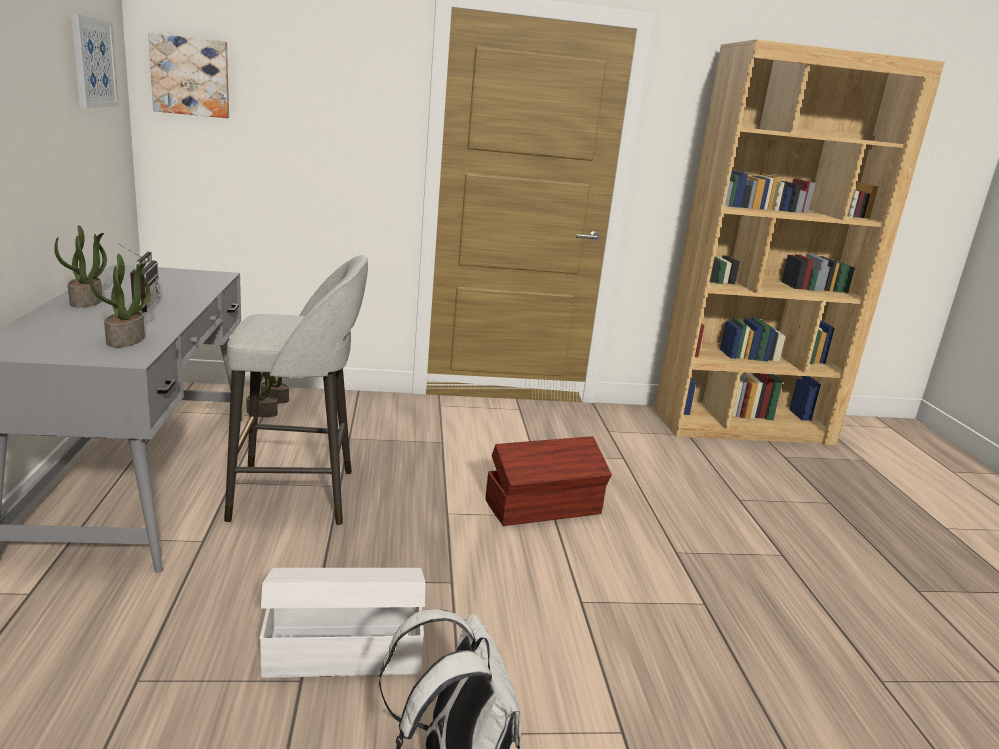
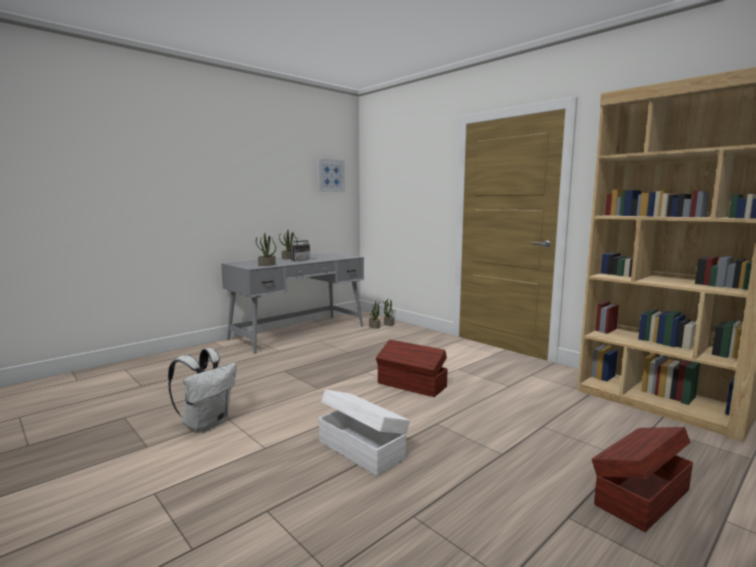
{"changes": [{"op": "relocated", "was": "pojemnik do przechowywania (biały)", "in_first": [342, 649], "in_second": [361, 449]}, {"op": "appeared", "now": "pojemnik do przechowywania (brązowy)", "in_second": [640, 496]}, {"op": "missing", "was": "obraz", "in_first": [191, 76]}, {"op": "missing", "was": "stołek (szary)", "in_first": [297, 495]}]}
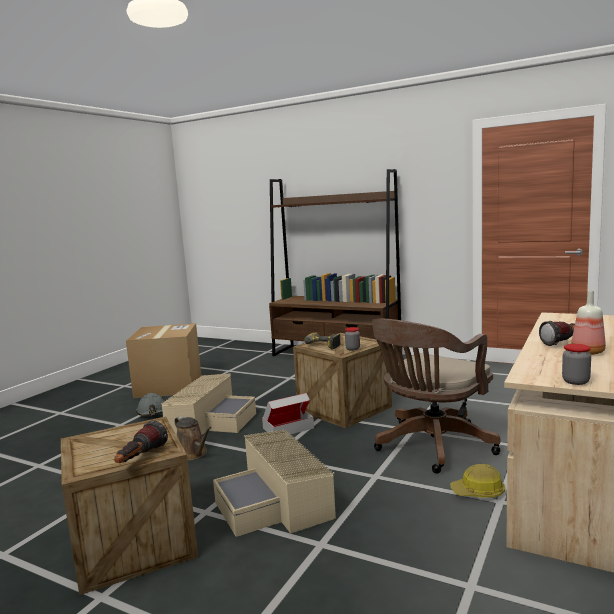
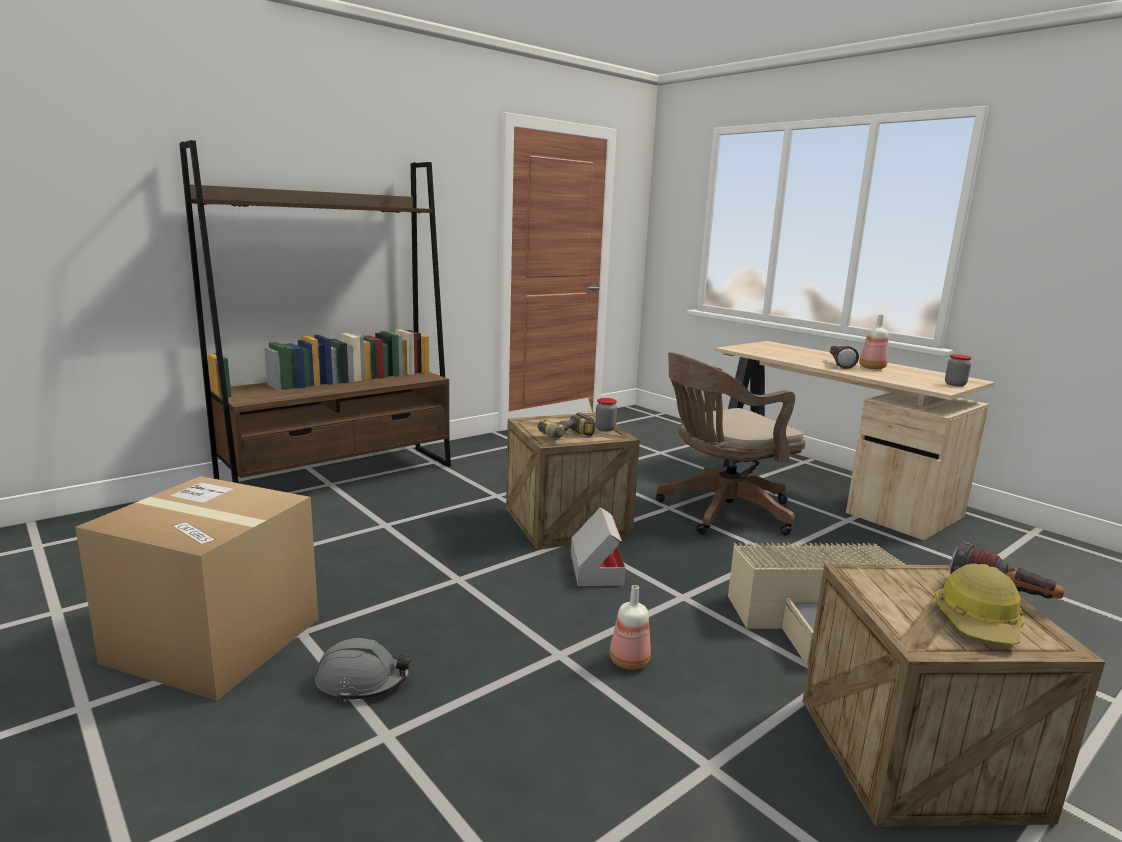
{"changes": [{"op": "exchanged", "was": "konewka (brązowy)", "now": "butelka", "in_first": [193, 454], "in_second": [628, 661]}, {"op": "spun", "was": "krzesło biurowe (brązowy)", "in_first": [431, 446], "in_second": [720, 512], "clockwise": 90}, {"op": "relocated", "was": "kask", "in_first": [478, 492], "in_second": [979, 623]}, {"op": "missing", "was": "pojemnik do przechowywania (beżowy)", "in_first": [211, 420]}]}
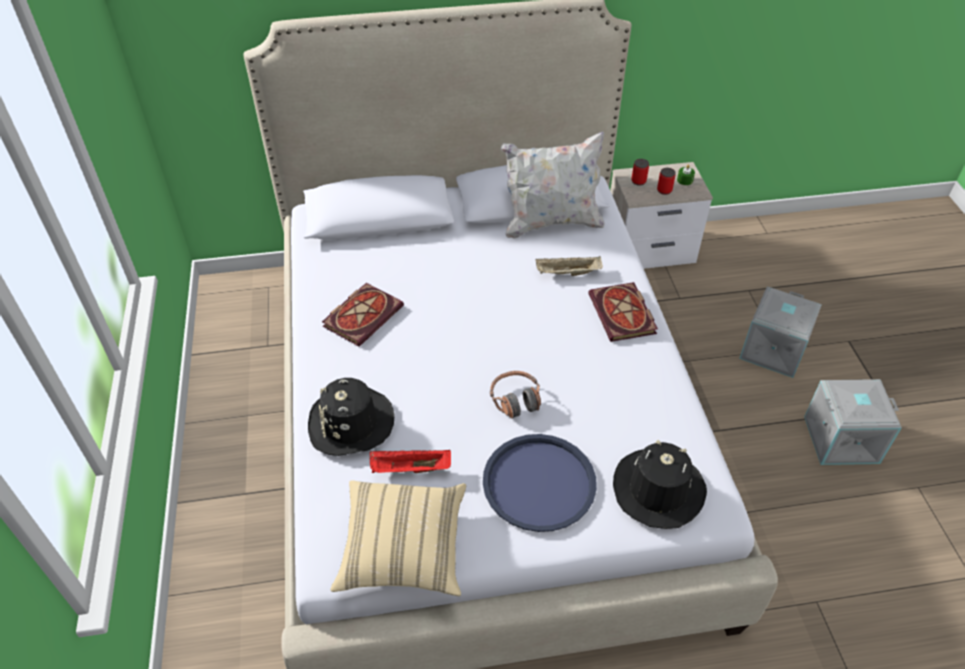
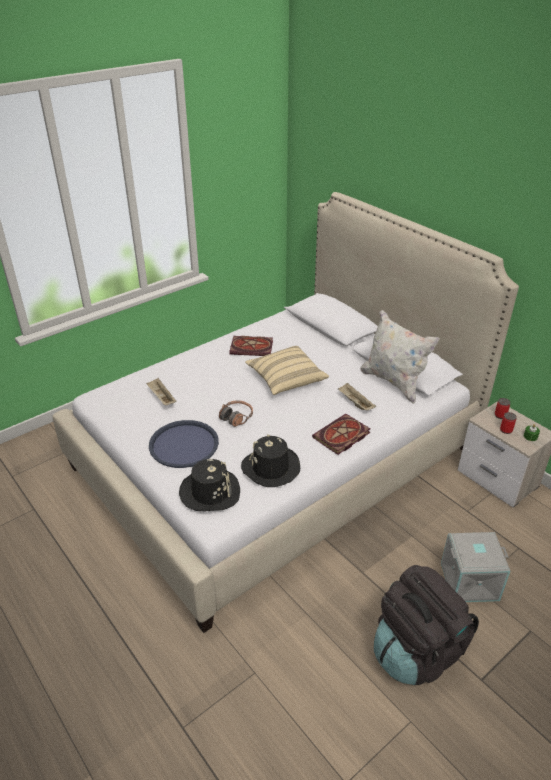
{"changes": [{"op": "colour", "was": "taca (czerwony)", "now": "taca (beżowy)", "in_first": [409, 469], "in_second": [161, 398]}, {"op": "relocated", "was": "kapelusz (czarny)", "in_first": [351, 423], "in_second": [270, 468]}, {"op": "relocated", "was": "poduszka (beżowy)", "in_first": [403, 548], "in_second": [286, 380]}, {"op": "exchanged", "was": "pojemnik do przechowywania (szary)", "now": "plecak (czarny)", "in_first": [841, 438], "in_second": [417, 651]}]}
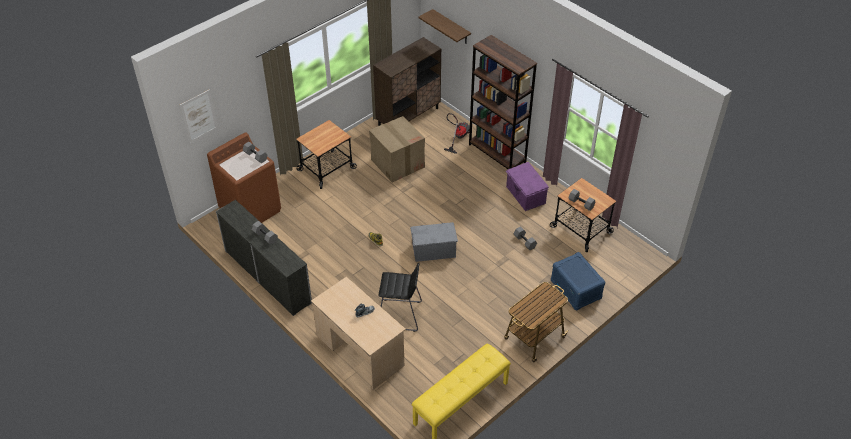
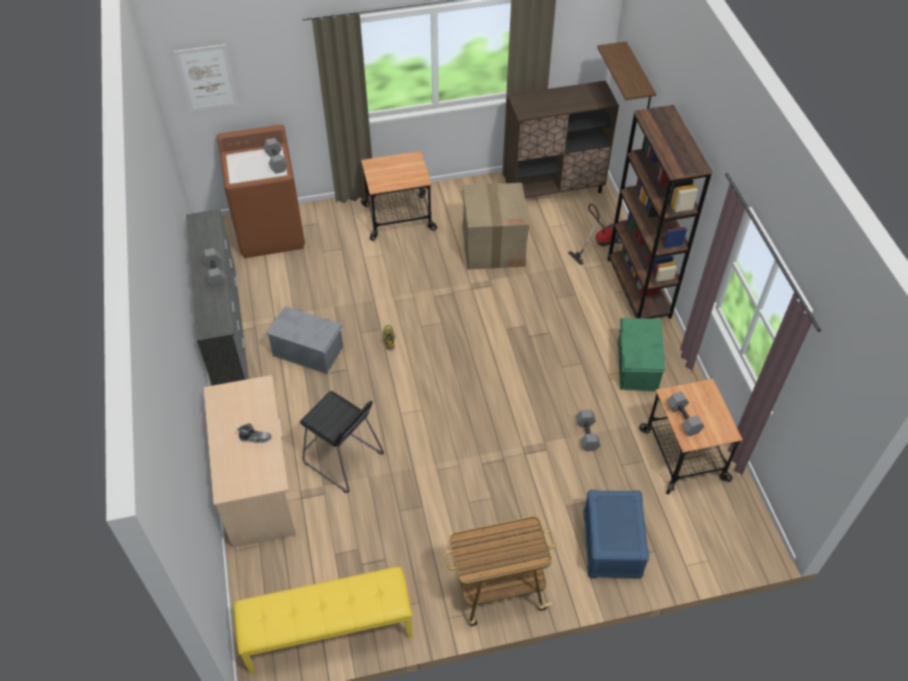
{"changes": [{"op": "relocated", "was": "pojemnik do przechowywania (szary)", "in_first": [433, 249], "in_second": [308, 350]}, {"op": "colour", "was": "pojemnik do przechowywania (fioletowy)", "now": "pojemnik do przechowywania (zielony)", "in_first": [525, 195], "in_second": [636, 366]}]}
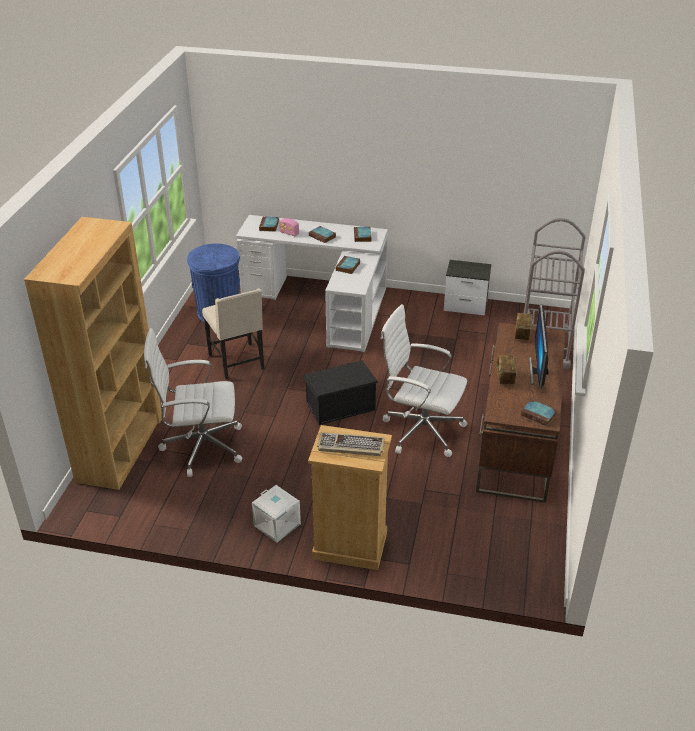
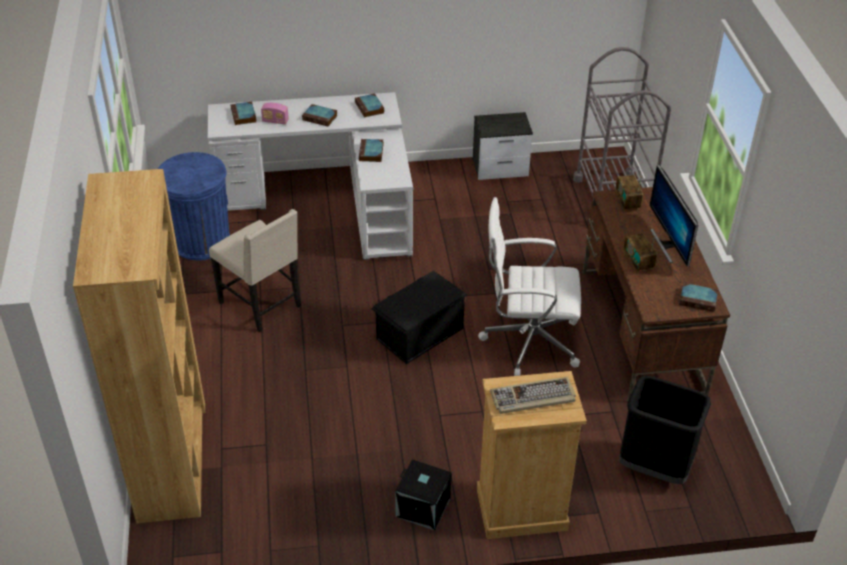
{"changes": [{"op": "colour", "was": "pojemnik do przechowywania (biały)", "now": "pojemnik do przechowywania (czarny)", "in_first": [276, 525], "in_second": [422, 508]}, {"op": "appeared", "now": "kosz na śmieci (czarny)", "in_second": [654, 468]}, {"op": "missing", "was": "krzesło biurowe (biały)", "in_first": [200, 447]}]}
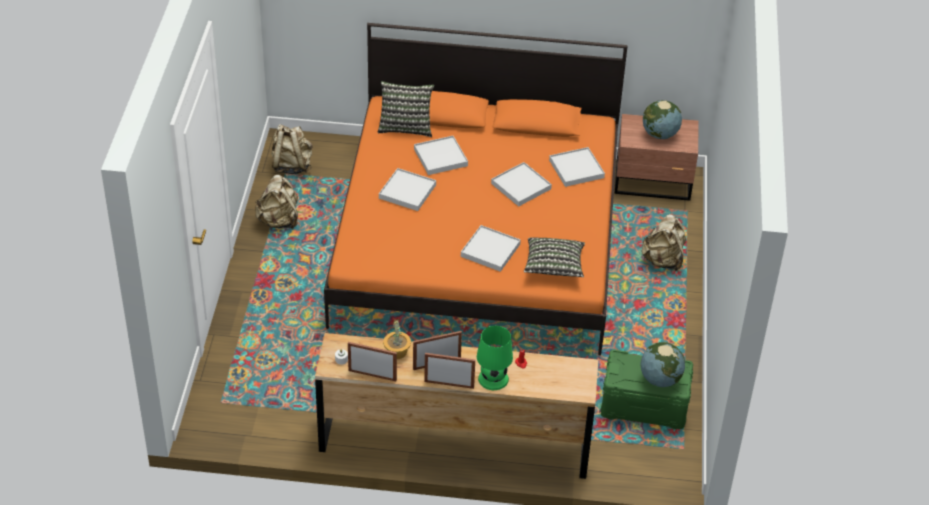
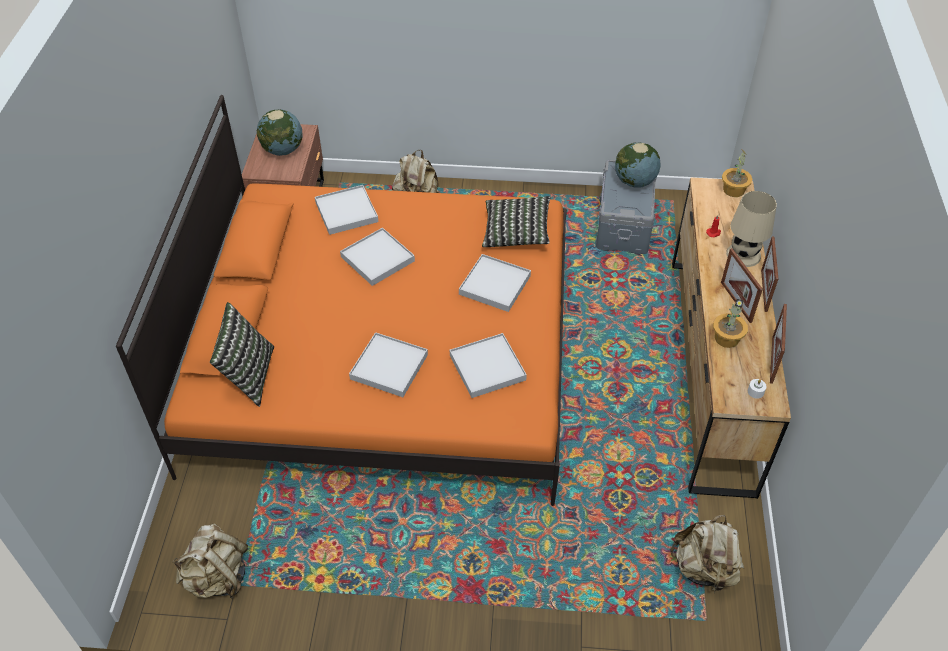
{"changes": [{"op": "relocated", "was": "taca (biały)", "in_first": [440, 157], "in_second": [487, 368]}, {"op": "colour", "was": "pojemnik do przechowywania (zielony)", "now": "pojemnik do przechowywania (szary)", "in_first": [644, 404], "in_second": [622, 224]}, {"op": "relocated", "was": "plecak (beżowy)", "in_first": [279, 221], "in_second": [704, 568]}, {"op": "appeared", "now": "roślina doniczkowa", "in_second": [733, 190]}, {"op": "colour", "was": "lampa stołowa (zielony)", "now": "lampa stołowa (beżowy)", "in_first": [493, 379], "in_second": [743, 254]}]}
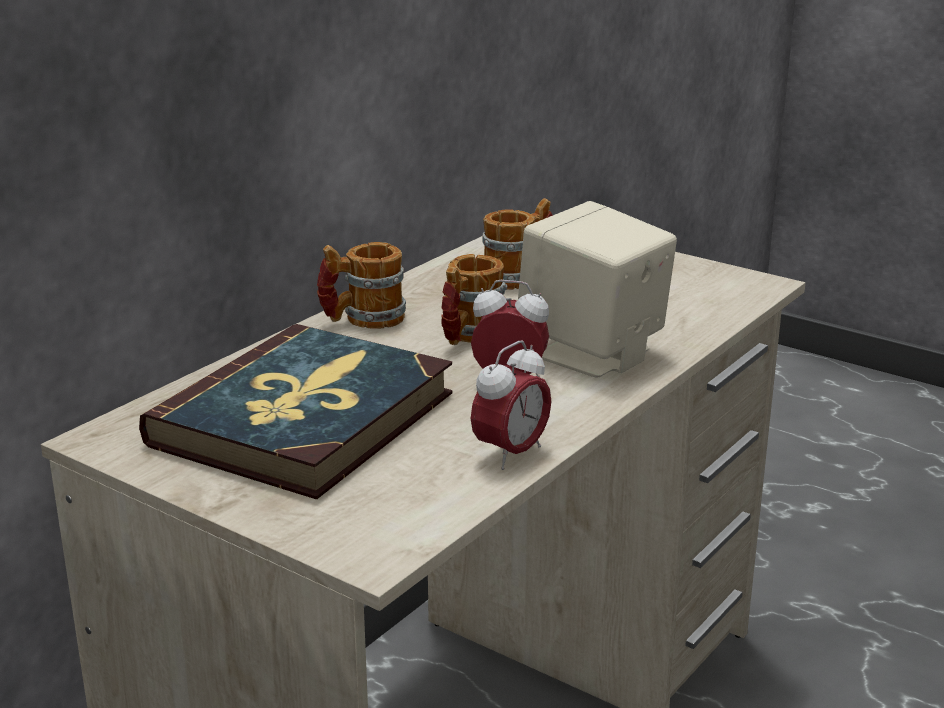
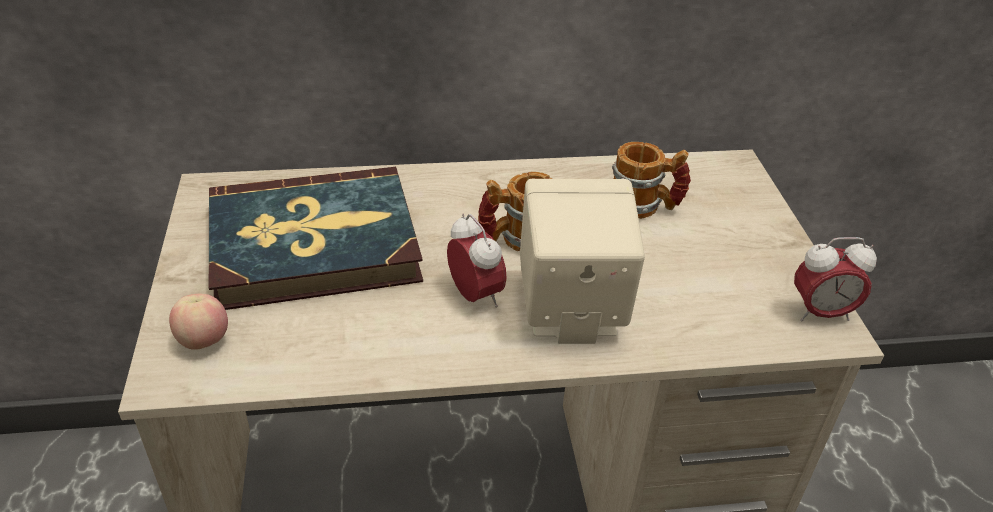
{"changes": [{"op": "appeared", "now": "jabłko", "in_second": [204, 341]}, {"op": "relocated", "was": "budzik", "in_first": [511, 454], "in_second": [820, 313]}, {"op": "missing", "was": "kubek", "in_first": [363, 319]}]}
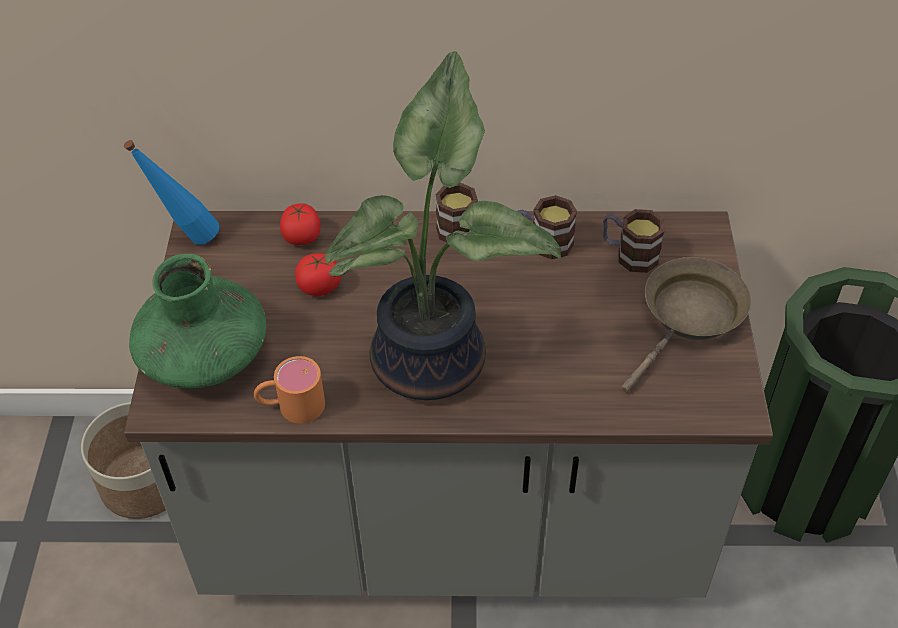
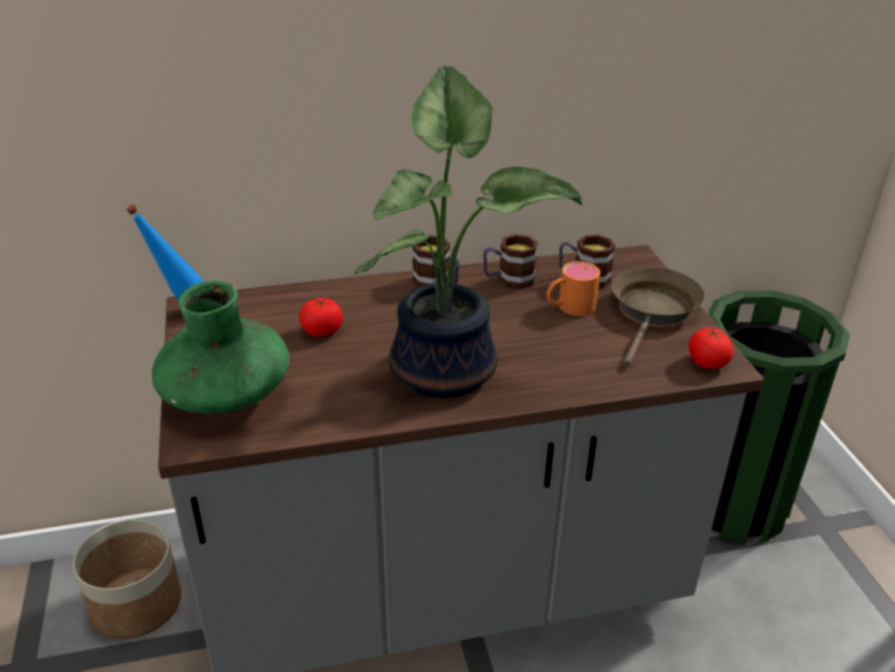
{"changes": [{"op": "relocated", "was": "kubek (pomarańczowy)", "in_first": [291, 406], "in_second": [569, 307]}, {"op": "relocated", "was": "pomidor", "in_first": [302, 237], "in_second": [707, 363]}]}
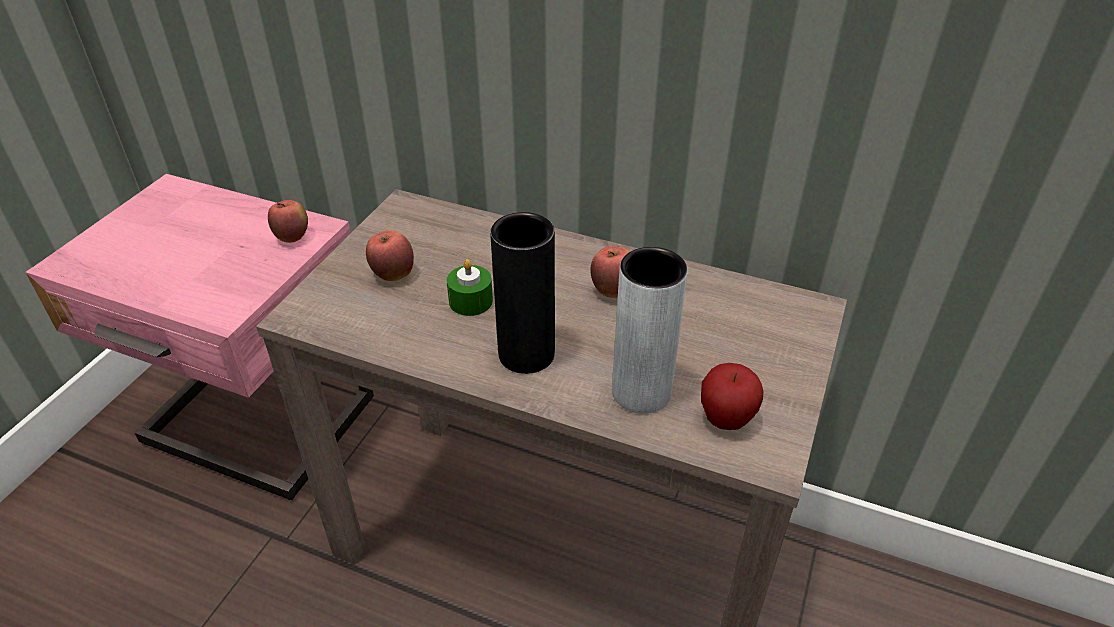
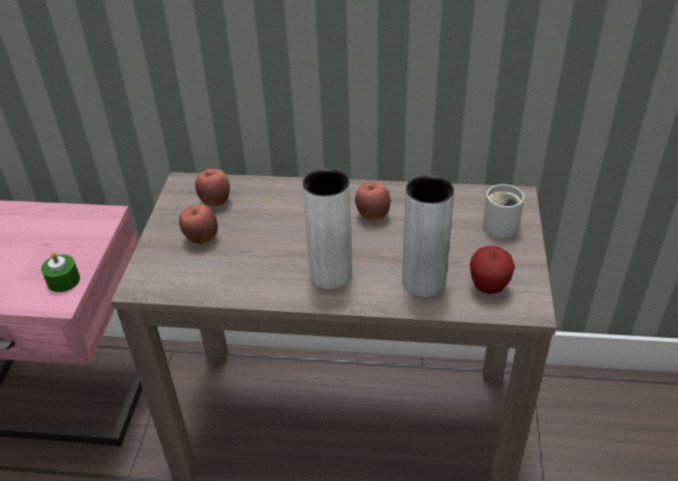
{"changes": [{"op": "relocated", "was": "świeca (zielony)", "in_first": [471, 301], "in_second": [63, 280]}, {"op": "relocated", "was": "jabłko", "in_first": [292, 237], "in_second": [215, 201]}, {"op": "colour", "was": "wazon (czarny)", "now": "wazon (biały)", "in_first": [526, 354], "in_second": [330, 274]}, {"op": "appeared", "now": "kubek (biały)", "in_second": [502, 224]}]}
